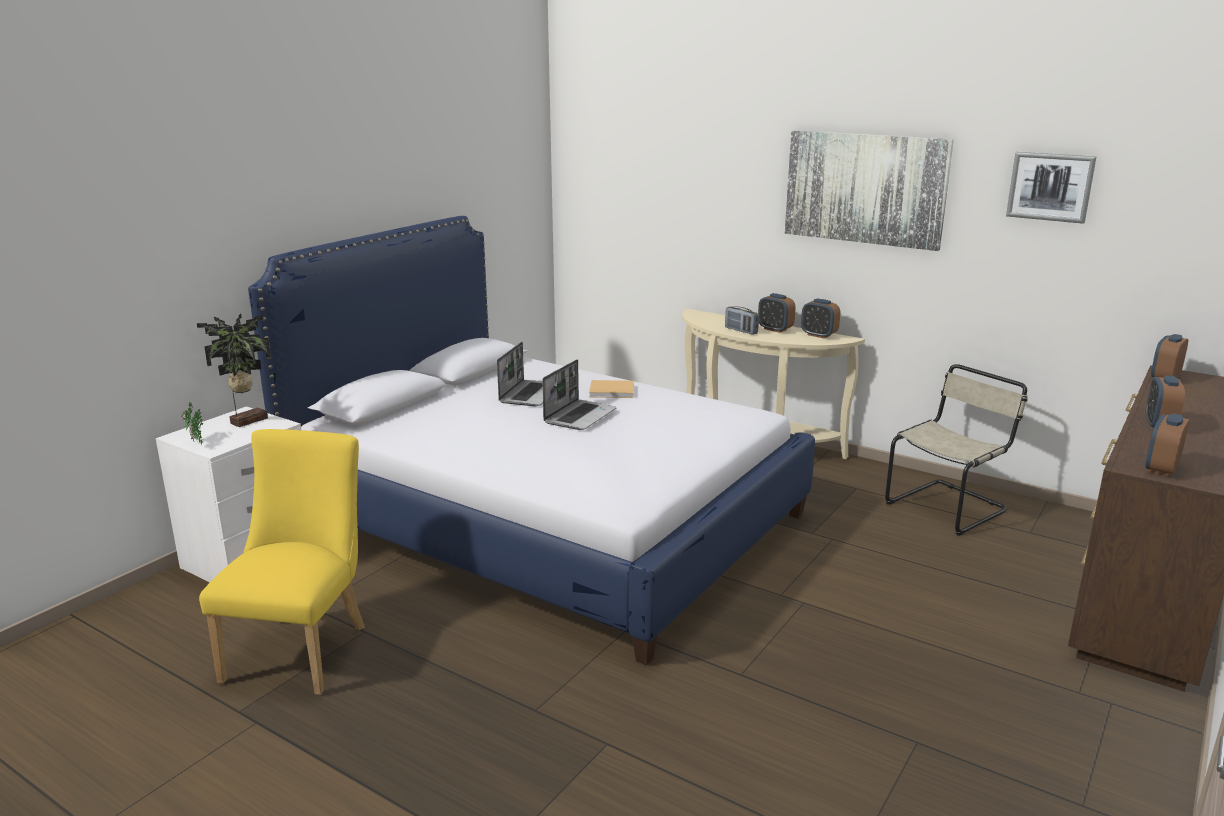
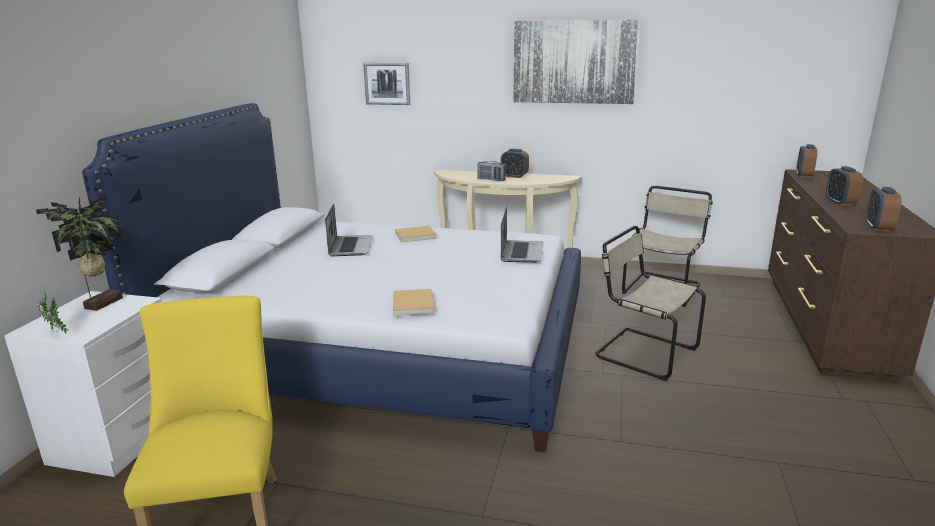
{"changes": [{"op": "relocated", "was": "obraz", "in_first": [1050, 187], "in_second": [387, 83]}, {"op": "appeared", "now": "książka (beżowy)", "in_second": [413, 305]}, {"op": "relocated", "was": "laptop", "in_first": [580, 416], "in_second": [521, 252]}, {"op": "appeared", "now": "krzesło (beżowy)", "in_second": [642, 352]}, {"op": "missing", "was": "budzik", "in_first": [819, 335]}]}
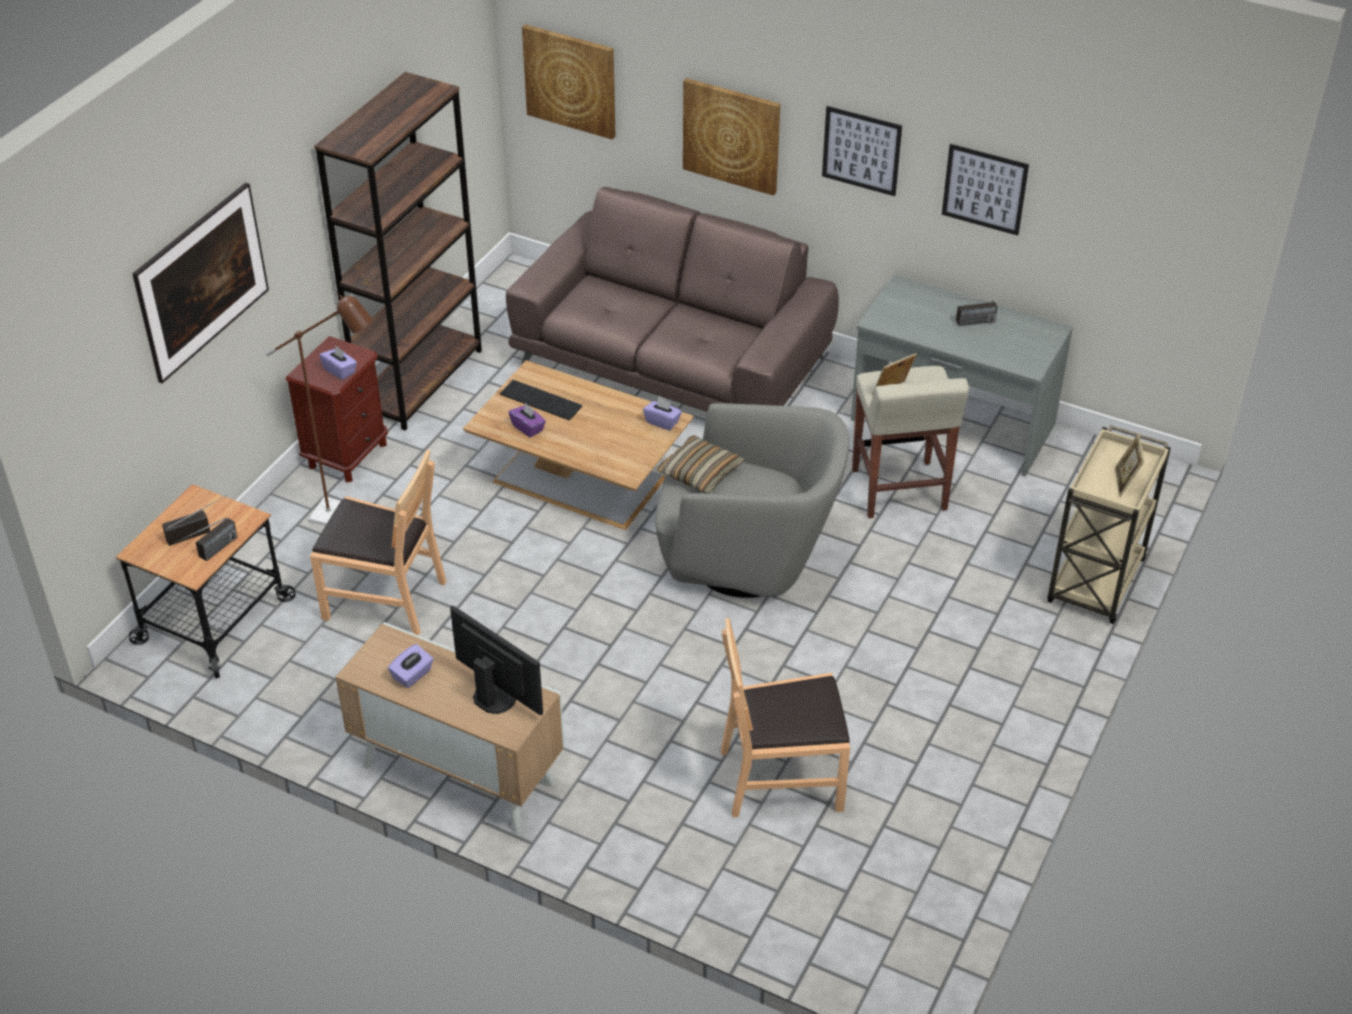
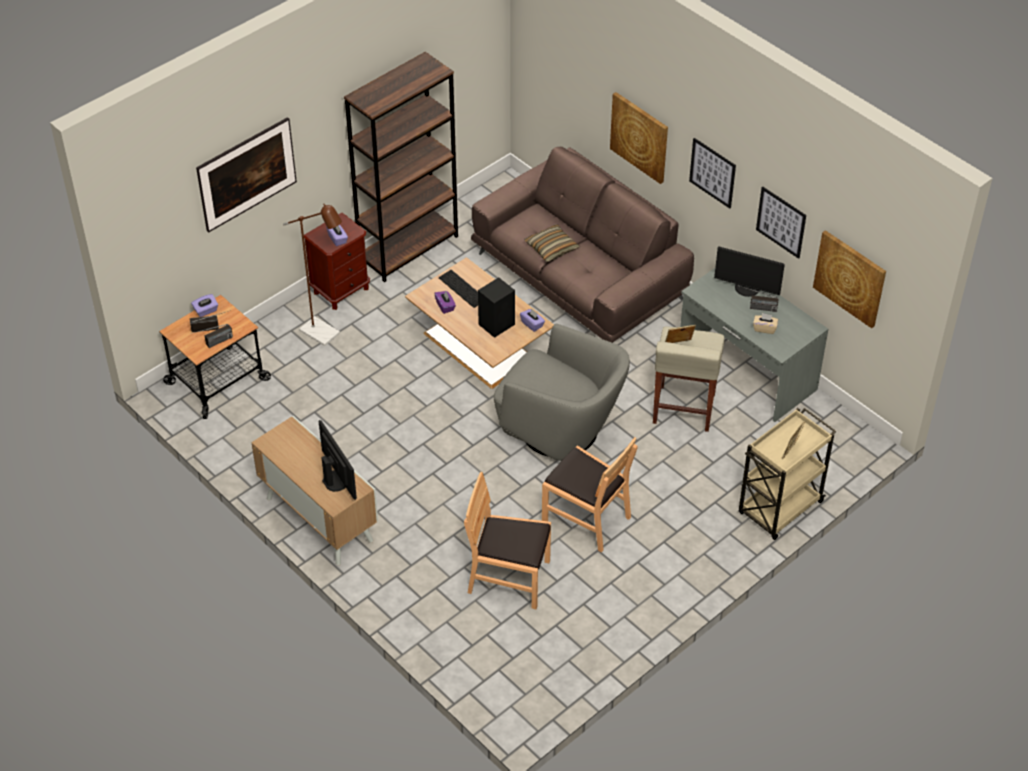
{"changes": [{"op": "relocated", "was": "pudełko chusteczek (fioletowy)", "in_first": [412, 675], "in_second": [206, 311]}, {"op": "appeared", "now": "głośnik (czarny)", "in_second": [497, 324]}, {"op": "relocated", "was": "poduszka", "in_first": [700, 473], "in_second": [551, 248]}, {"op": "relocated", "was": "krzesło (brązowy)", "in_first": [385, 598], "in_second": [586, 518]}, {"op": "appeared", "now": "monitor", "in_second": [747, 289]}, {"op": "appeared", "now": "pudełko chusteczek (beżowy)", "in_second": [764, 328]}, {"op": "relocated", "was": "obraz", "in_first": [570, 80], "in_second": [850, 278]}]}
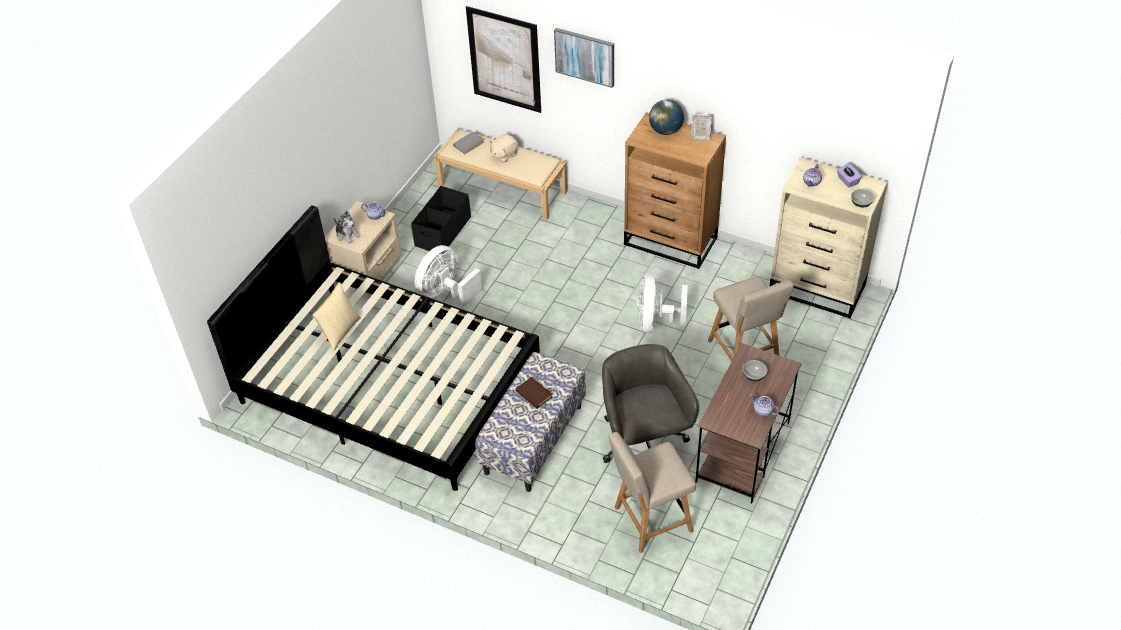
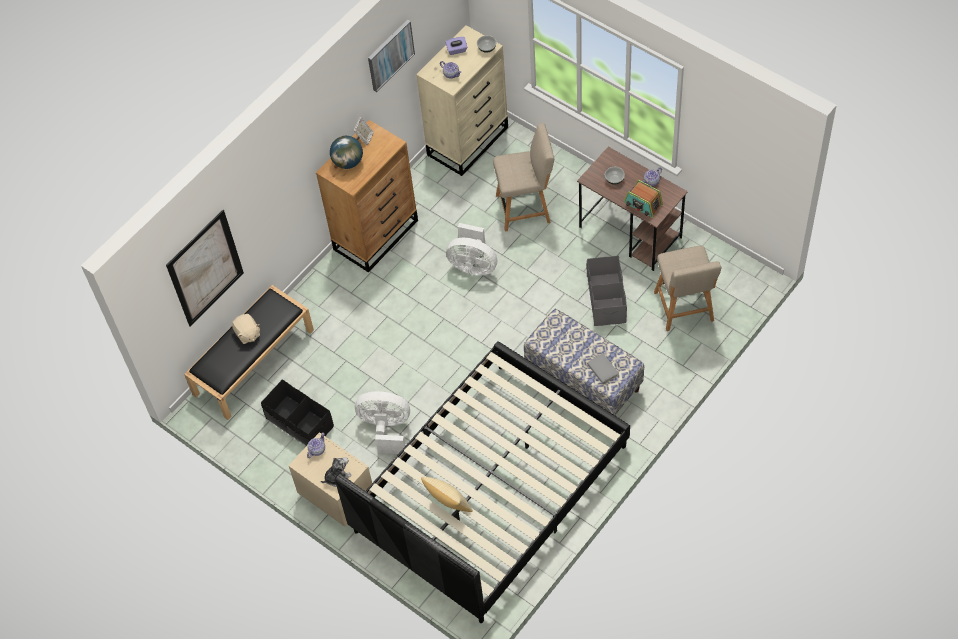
{"changes": [{"op": "colour", "was": "ławka (beżowy)", "now": "ławka (czarny)", "in_first": [503, 188], "in_second": [254, 361]}, {"op": "spun", "was": "wentylator (biały)", "in_first": [446, 292], "in_second": [386, 428], "clockwise": 135}, {"op": "relocated", "was": "obraz", "in_first": [585, 56], "in_second": [390, 55]}, {"op": "exchanged", "was": "krzesło biurowe (szary)", "now": "pojemnik do przechowywania (szary)", "in_first": [643, 443], "in_second": [606, 299]}, {"op": "relocated", "was": "książka (szary)", "in_first": [468, 144], "in_second": [602, 370]}, {"op": "appeared", "now": "radio", "in_second": [643, 204]}, {"op": "missing", "was": "książka (brązowy)", "in_first": [534, 394]}]}
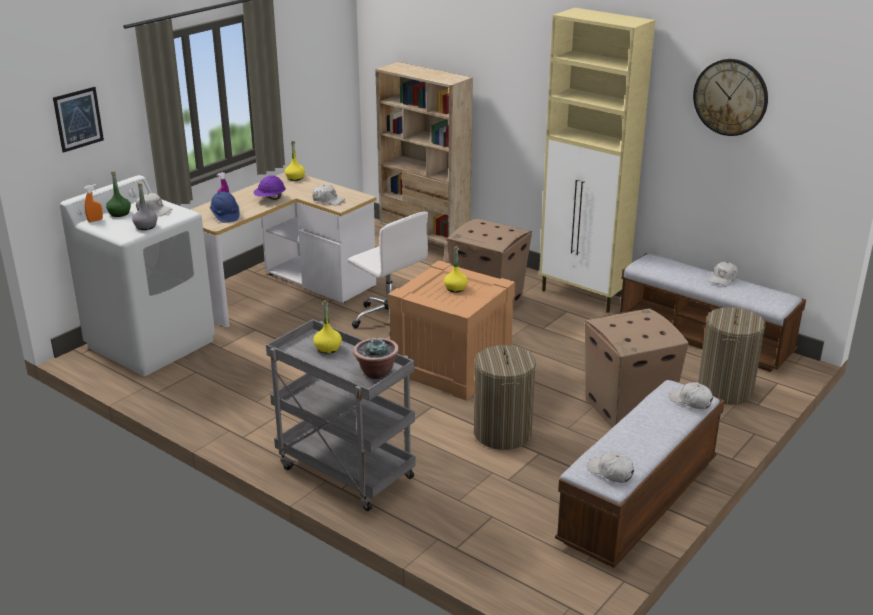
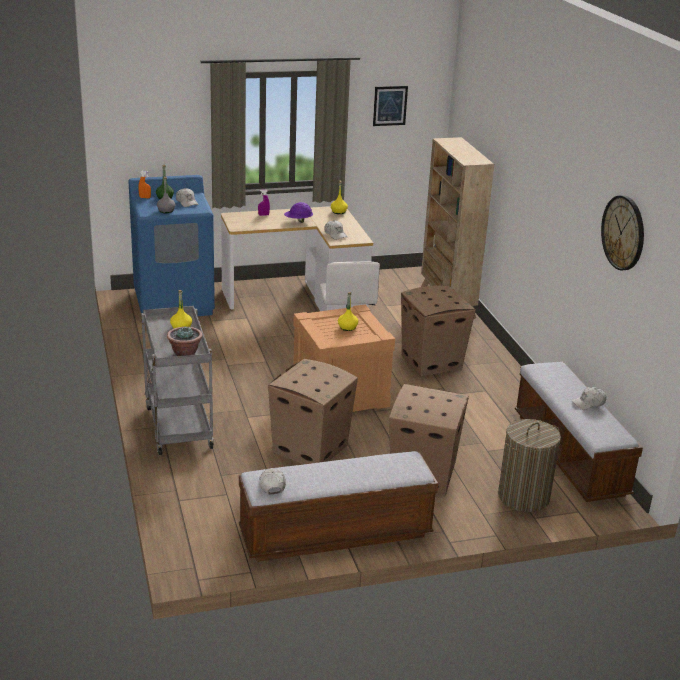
{"changes": [{"op": "colour", "was": "pralka (biały)", "now": "pralka (niebieski)", "in_first": [152, 343], "in_second": [174, 302]}, {"op": "exchanged", "was": "kosz na pranie", "now": "karton", "in_first": [502, 433], "in_second": [309, 449]}, {"op": "relocated", "was": "obraz", "in_first": [78, 119], "in_second": [390, 105]}, {"op": "missing", "was": "kask (niebieski)", "in_first": [225, 216]}, {"op": "missing", "was": "szafka (beżowy)", "in_first": [583, 296]}, {"op": "missing", "was": "czapka z daszkiem (biały)", "in_first": [690, 401]}]}
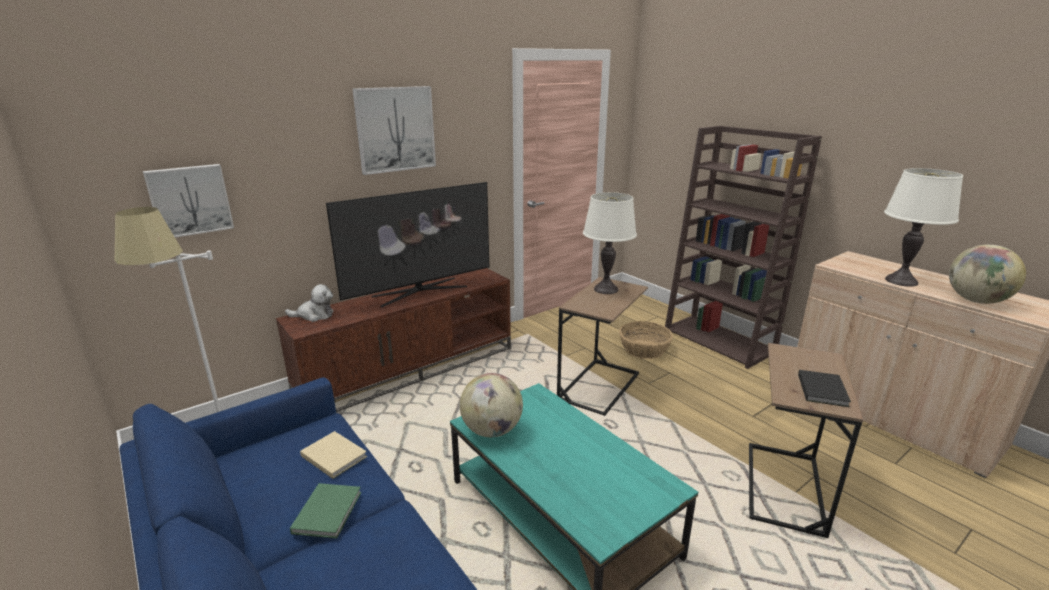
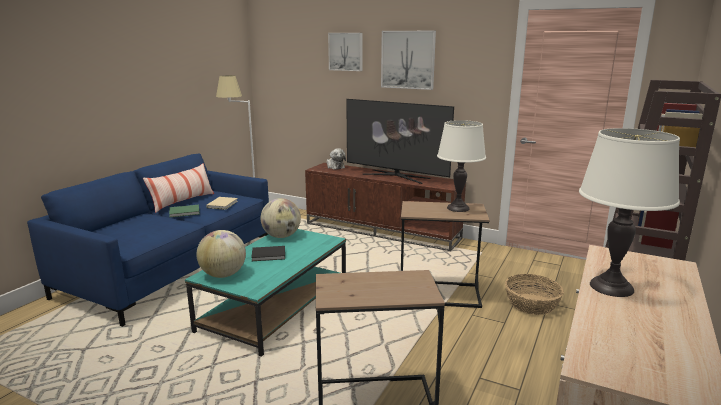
{"changes": [{"op": "appeared", "now": "poduszka", "in_second": [182, 202]}, {"op": "relocated", "was": "globus", "in_first": [976, 301], "in_second": [223, 275]}, {"op": "relocated", "was": "książka (czarny)", "in_first": [823, 389], "in_second": [269, 255]}, {"op": "relocated", "was": "obraz", "in_first": [190, 200], "in_second": [346, 51]}]}
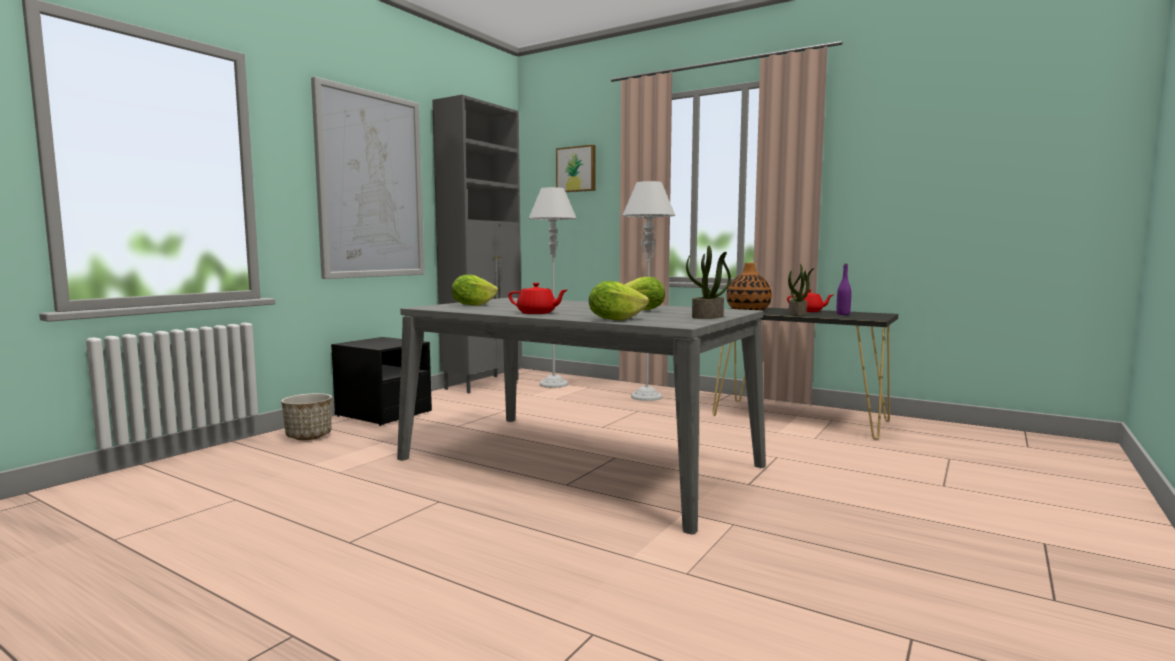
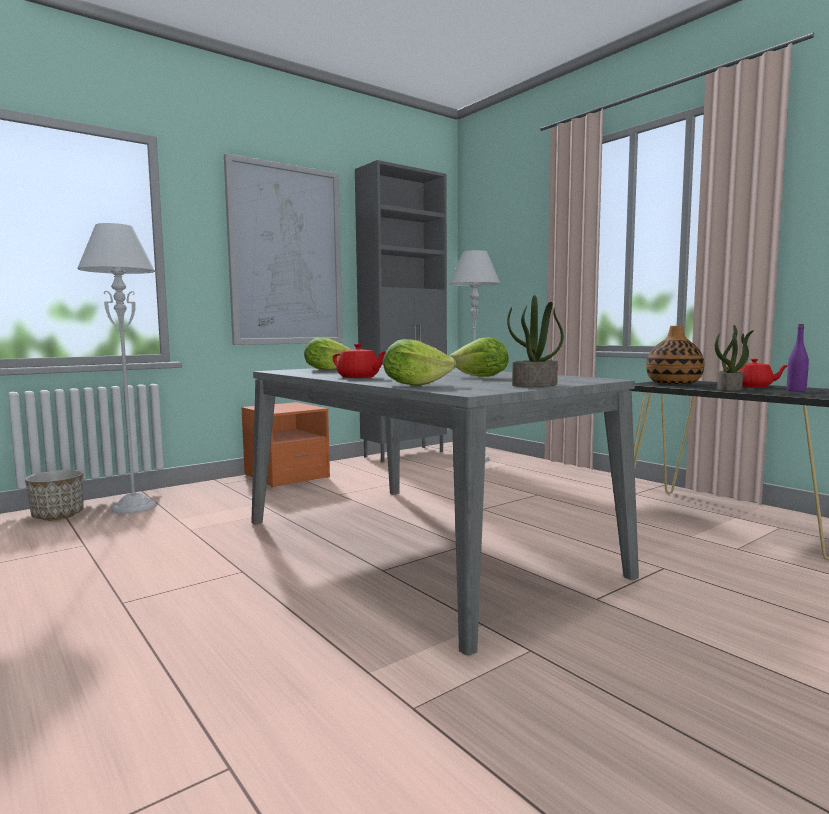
{"changes": [{"op": "relocated", "was": "donica", "in_first": [308, 436], "in_second": [58, 516]}, {"op": "relocated", "was": "lampa stojąca (szary)", "in_first": [646, 397], "in_second": [134, 507]}, {"op": "colour", "was": "szafka nocna (czarny)", "now": "szafka nocna (pomarańczowy)", "in_first": [383, 414], "in_second": [286, 476]}, {"op": "missing", "was": "obraz", "in_first": [576, 169]}]}
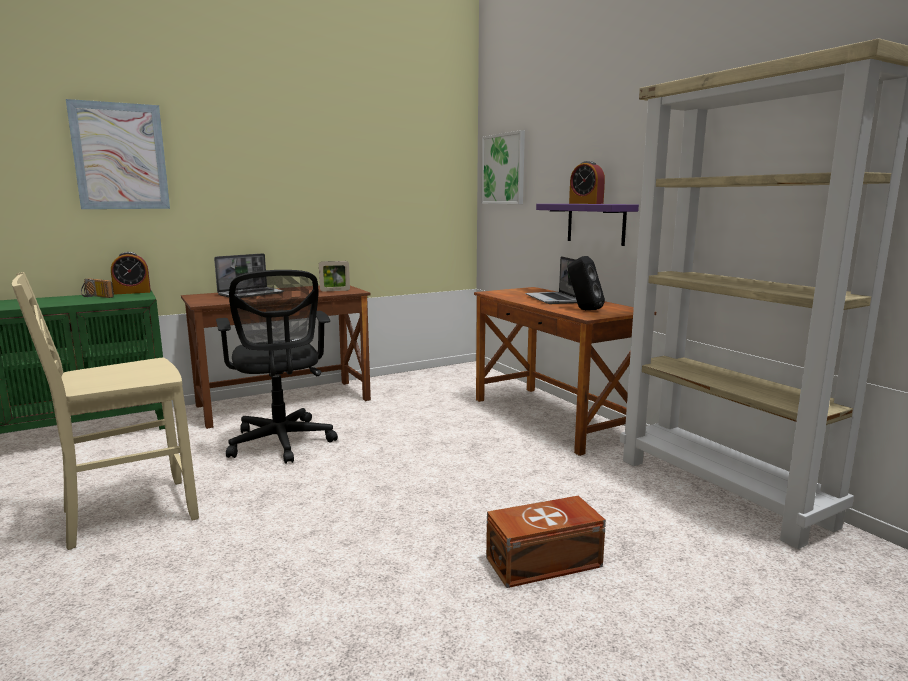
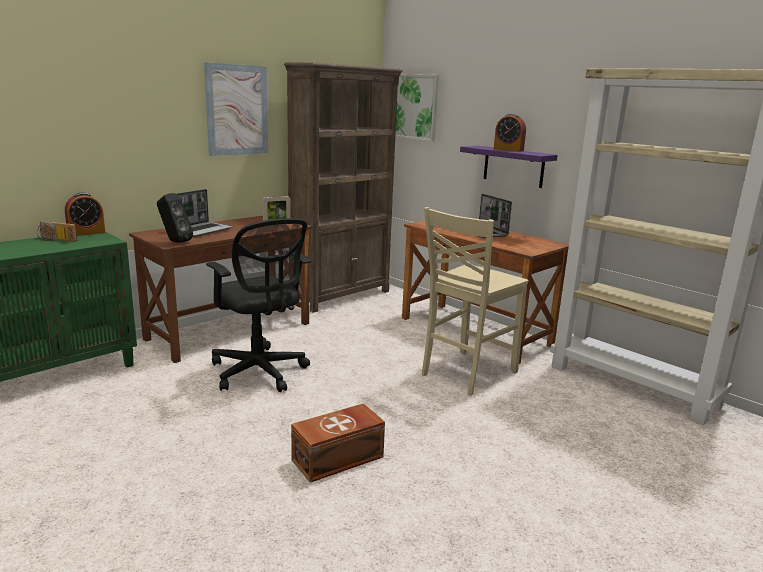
{"changes": [{"op": "relocated", "was": "głośnik (czarny)", "in_first": [583, 309], "in_second": [174, 241]}, {"op": "relocated", "was": "obraz", "in_first": [120, 156], "in_second": [237, 110]}, {"op": "appeared", "now": "regał (brązowy)", "in_second": [341, 296]}, {"op": "relocated", "was": "pojemnik do przechowywania (brązowy)", "in_first": [545, 562], "in_second": [339, 458]}, {"op": "relocated", "was": "krzesło (beżowy)", "in_first": [127, 514], "in_second": [466, 373]}]}
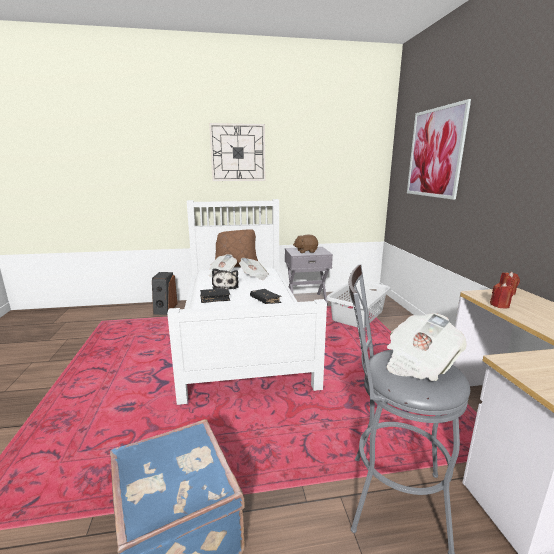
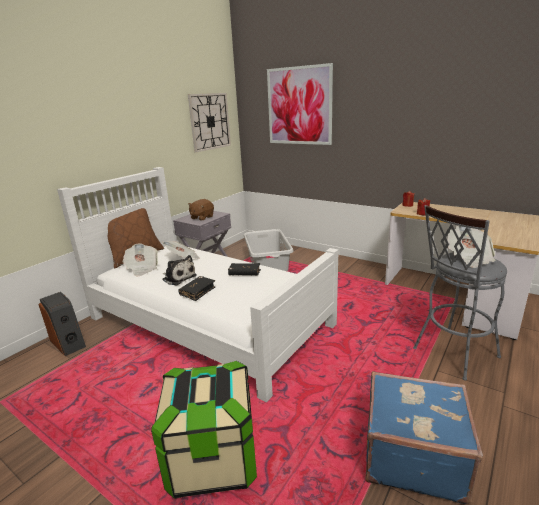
{"changes": [{"op": "appeared", "now": "pojemnik do przechowywania", "in_second": [213, 458]}, {"op": "relocated", "was": "zegar ścienny", "in_first": [238, 153], "in_second": [210, 121]}]}
